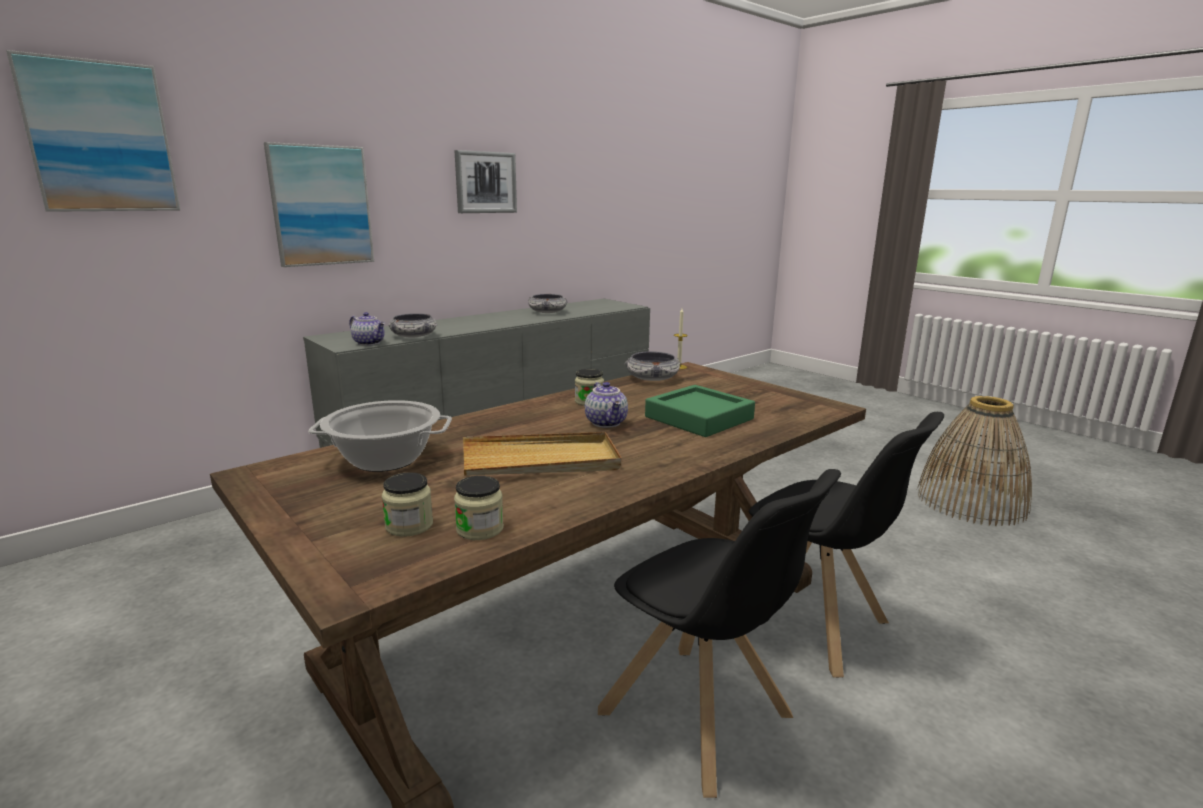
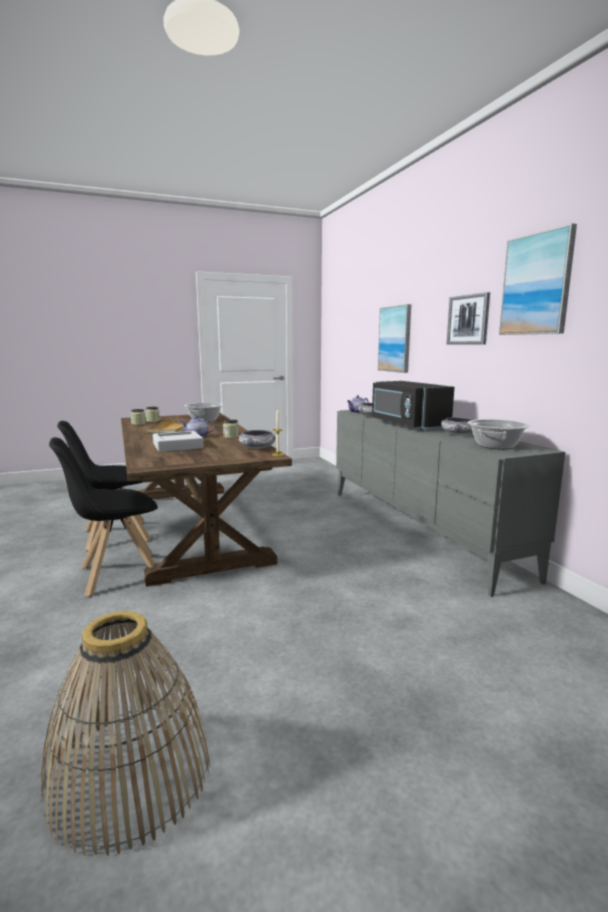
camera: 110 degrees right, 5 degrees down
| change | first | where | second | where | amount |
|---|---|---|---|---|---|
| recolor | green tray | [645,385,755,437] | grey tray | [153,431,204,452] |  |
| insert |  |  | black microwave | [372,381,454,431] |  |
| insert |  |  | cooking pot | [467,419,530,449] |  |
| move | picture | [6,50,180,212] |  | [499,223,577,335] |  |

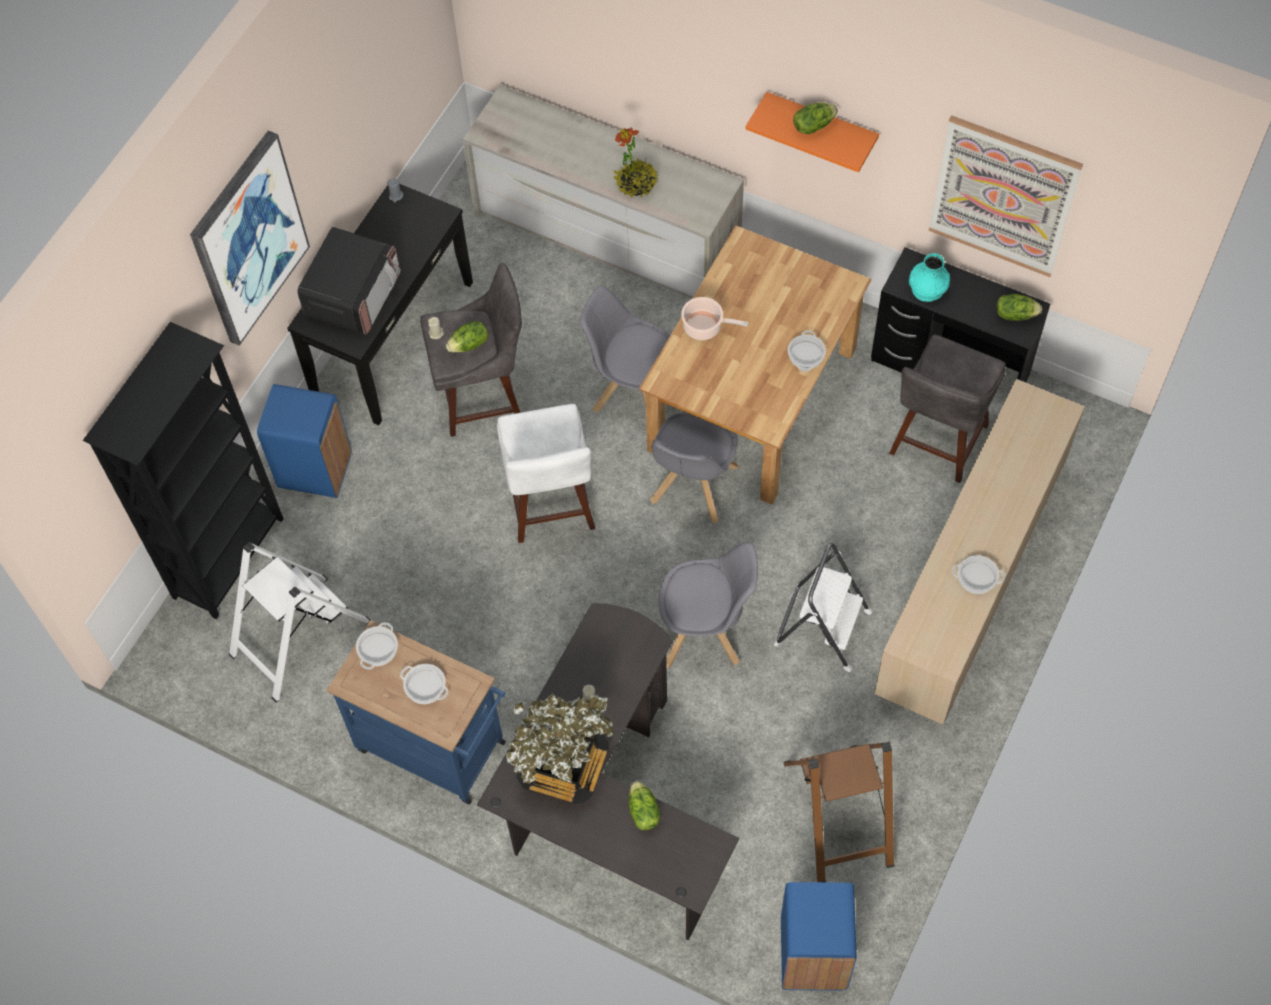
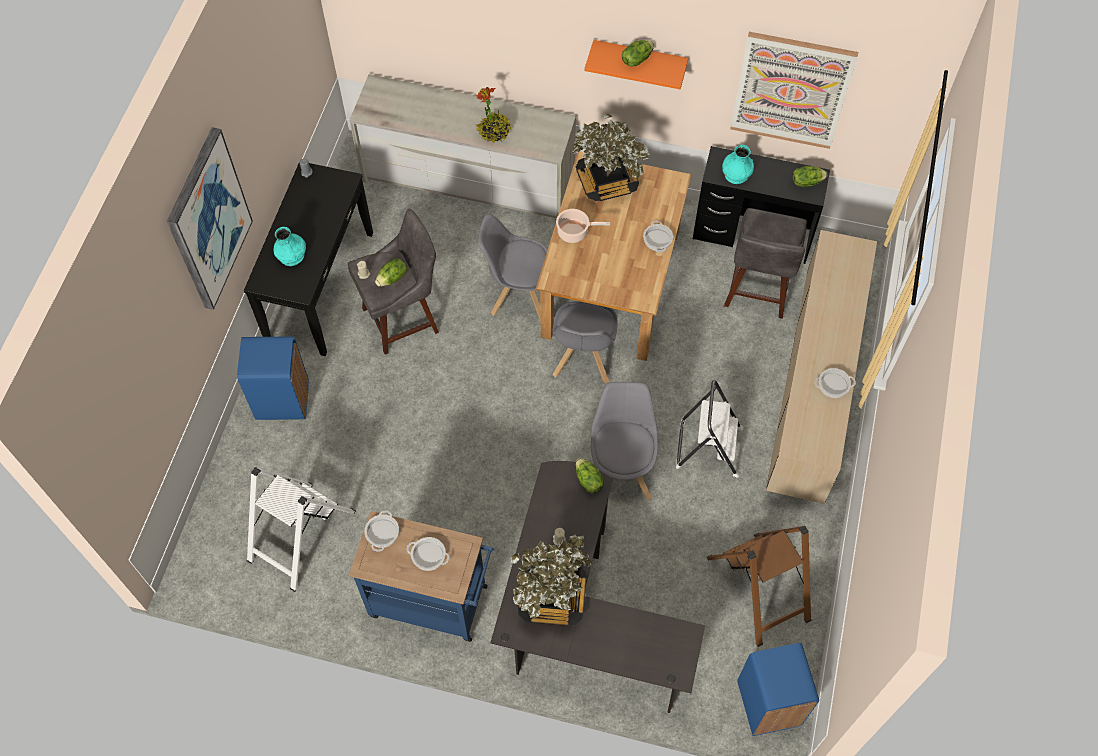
camera: 15 degrees left, 0 degrees up
| change | first | where | second | where | amount |
|---|---|---|---|---|---|
| replace | microwave | [297,227,401,335] | turquoise vase | [274,227,306,266] |  |
| insert |  |  | potted plant | [572,114,650,201] |  |
| move | lettuce | [629,781,660,830] |  | [576,458,604,493] |  |
| rotate | grey chair | [658,542,758,668] |  | [591,382,658,501] | 75 degrees counterclockwise |
| delete | black bookcase | [83,322,283,619] |  |  |  |
| delete | white stool | [497,404,595,543] |  |  |  |

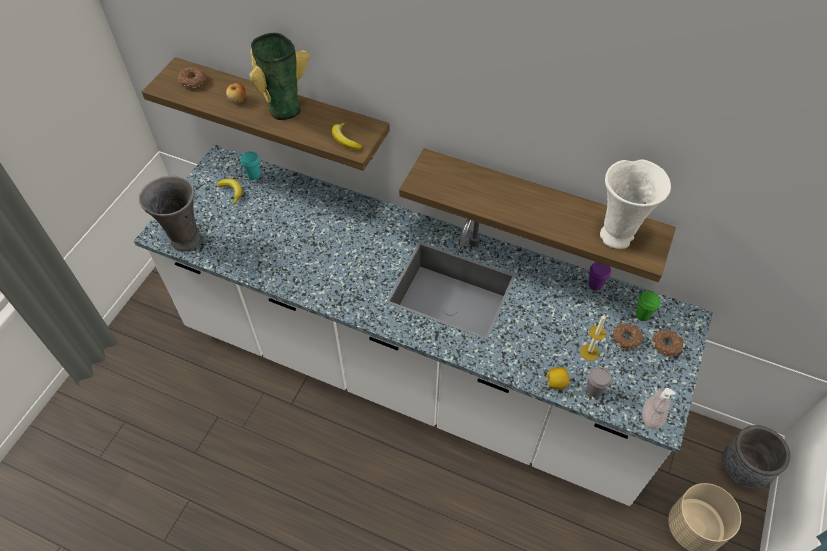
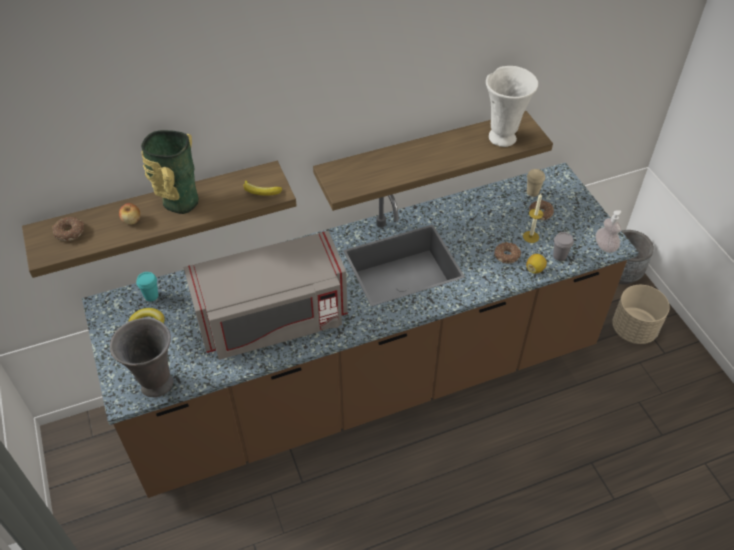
camera: 45 degrees left, 5 degrees down
| change | first | where | second | where | amount |
|---|---|---|---|---|---|
| recolor | white counter | [134,144,713,506] | brown counter | [82,162,639,498] |  |
| insert |  |  | grey microwave | [184,231,348,360] |  |
| move | donut | [653,330,684,356] |  | [494,242,521,264] |  |
| recolor | green cup | [635,291,660,321] | beige cup | [527,169,545,197] |  |
| delete | purple cup | [588,262,611,291] |  |  |  |

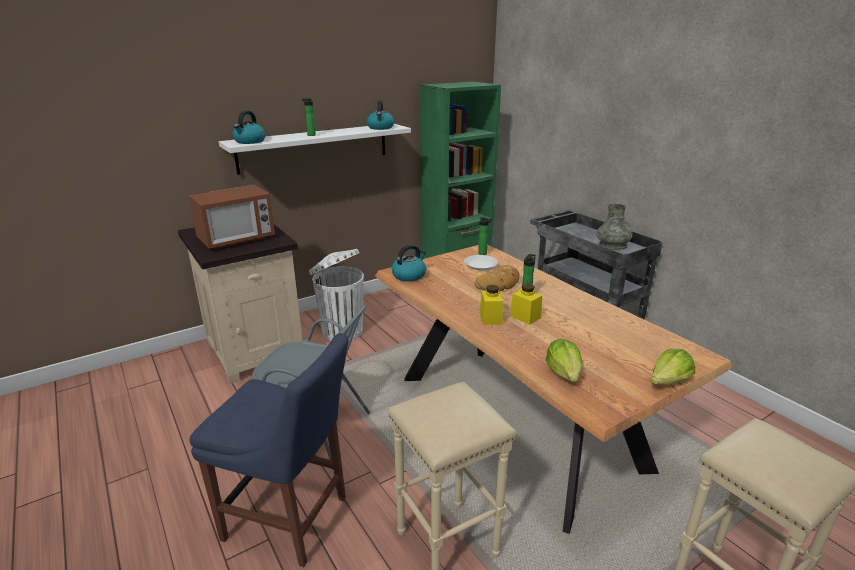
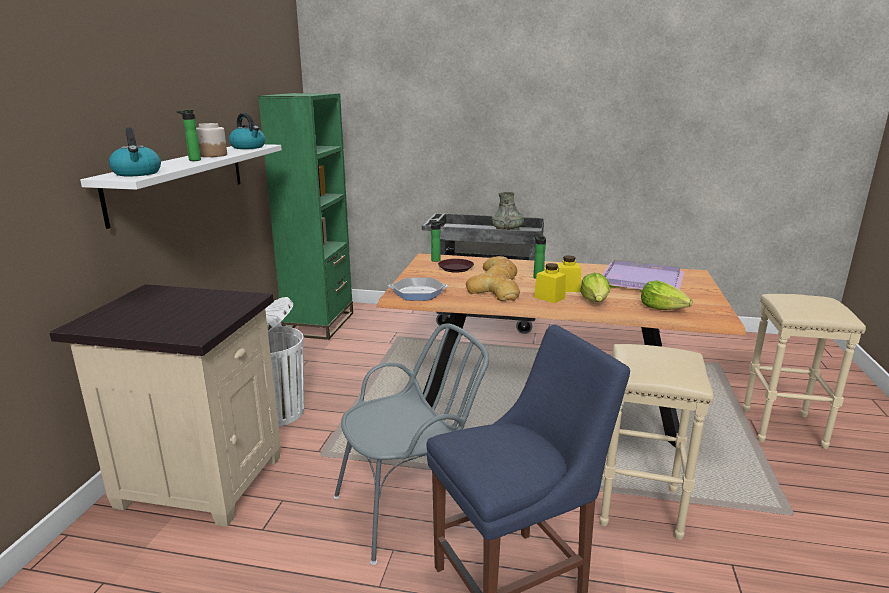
camera: 45 degrees left, 5 degrees down
| change | first | where | second | where | amount |
|---|---|---|---|---|---|
| insert |  |  | jar | [196,123,227,157] |  |
| replace | kettle | [392,245,426,282] | frying pan | [388,277,448,301] |  |
| recolor | white plate | [464,255,498,270] | brown plate | [438,259,474,273] |  |
| insert |  |  | bread | [466,273,520,301] |  |
| move | lettuce | [651,349,695,385] |  | [580,273,610,302] |  |
| insert |  |  | purple tray | [603,260,685,292] |  |
| delete | microwave | [188,185,275,249] |  |  |  |

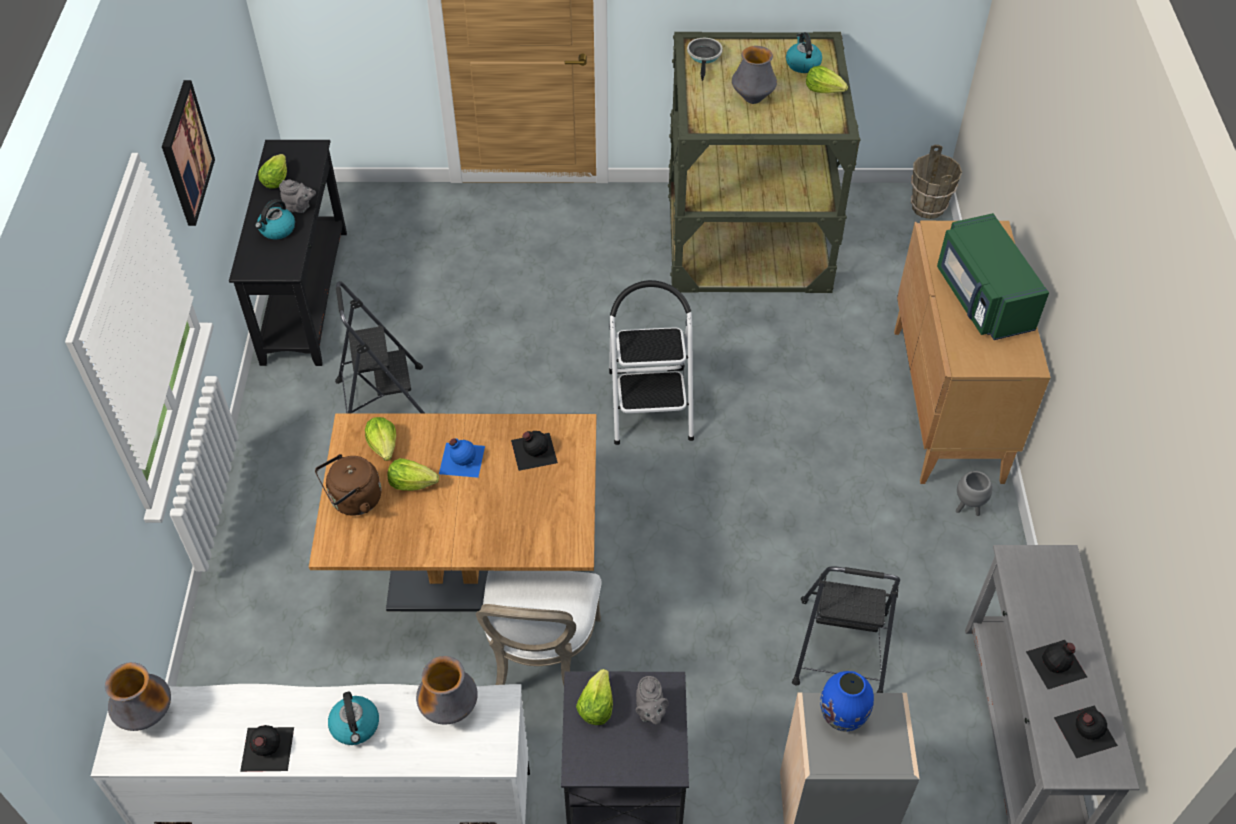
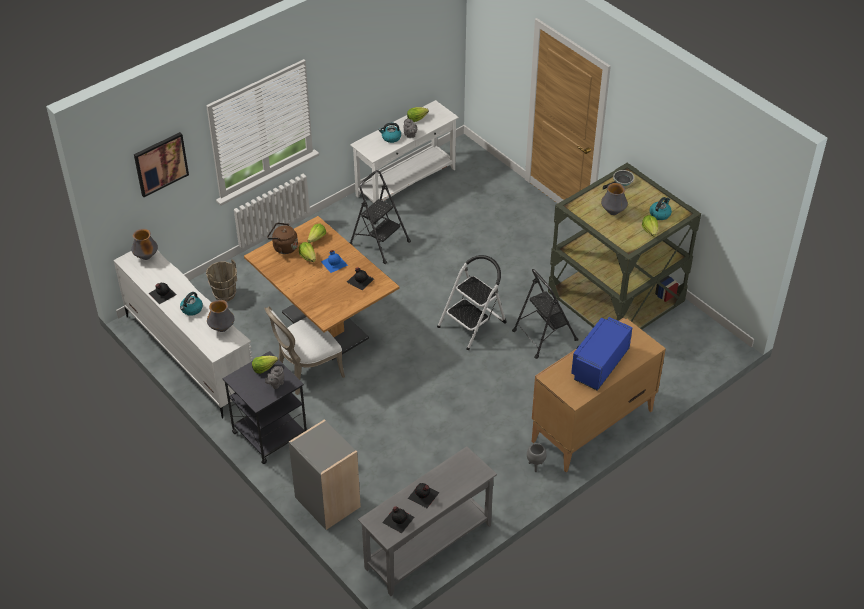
camera: 50 degrees right, 5 degrees down
| change | first | where | second | where | amount |
|---|---|---|---|---|---|
| move | picture | [162,80,215,226] |  | [134,132,189,197] |  |
| move | brown bucket | [911,145,962,219] |  | [206,259,237,302] |  |
| recolor | black console table | [229,140,347,366] | white console table | [350,100,459,203] |  |
| move | black step ladder | [792,567,900,693] |  | [512,269,579,359] |  |
| recolor | green microwave | [937,213,1049,340] | blue microwave | [571,317,633,391] |  |
| delete | blue vase | [820,671,874,732] |  |  |  |

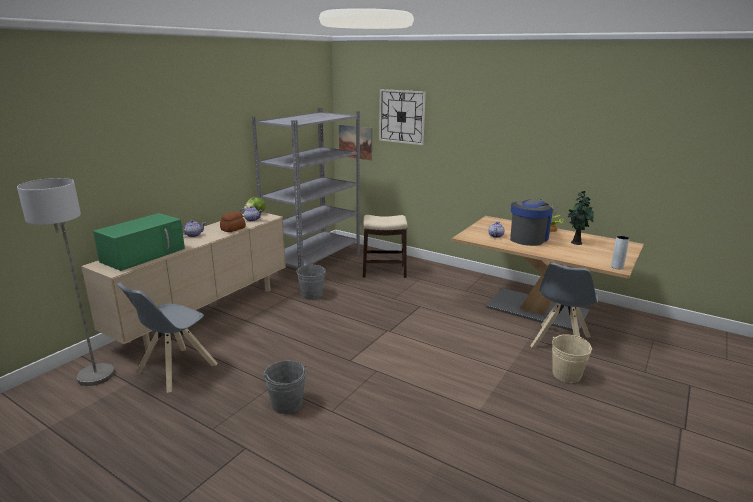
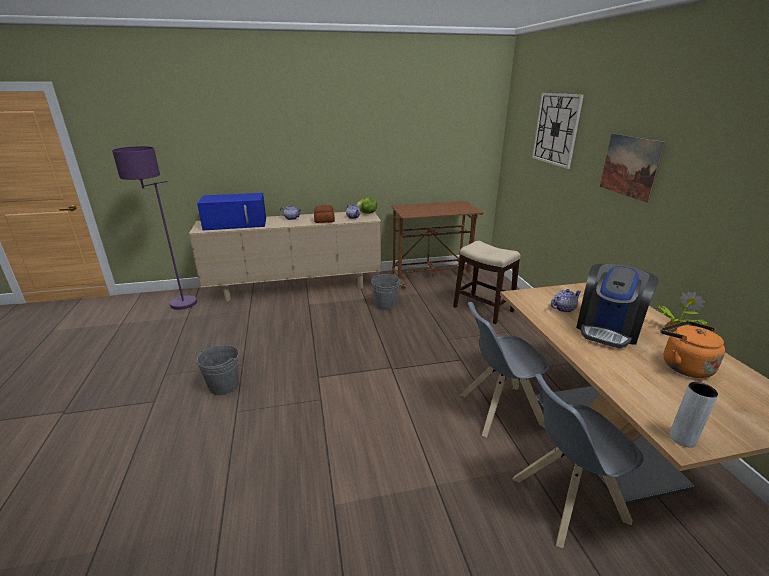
camera: 45 degrees right, 5 degrees up
| change | first | where | second | where | amount |
|---|---|---|---|---|---|
| recolor | grey floor lamp | [17,178,115,386] | purple floor lamp | [112,146,197,310] |  |
| recolor | green microwave | [93,213,185,271] | blue microwave | [197,193,266,230] |  |
| replace | grey bookcase | [252,108,360,269] | brown desk | [392,201,484,290] |  |
| move | grey chair | [117,282,217,393] |  | [461,302,551,437] |  |
| rotate | coffee machine | [510,198,553,246] |  | [576,264,659,349] | 135 degrees clockwise |
| move | picture | [339,125,372,161] |  | [600,133,666,203] |  |
| replace | potted plant | [568,191,594,245] | orange kettle | [661,321,725,378] |  |
| delete | beige bucket | [552,334,592,383] |  |  |  |

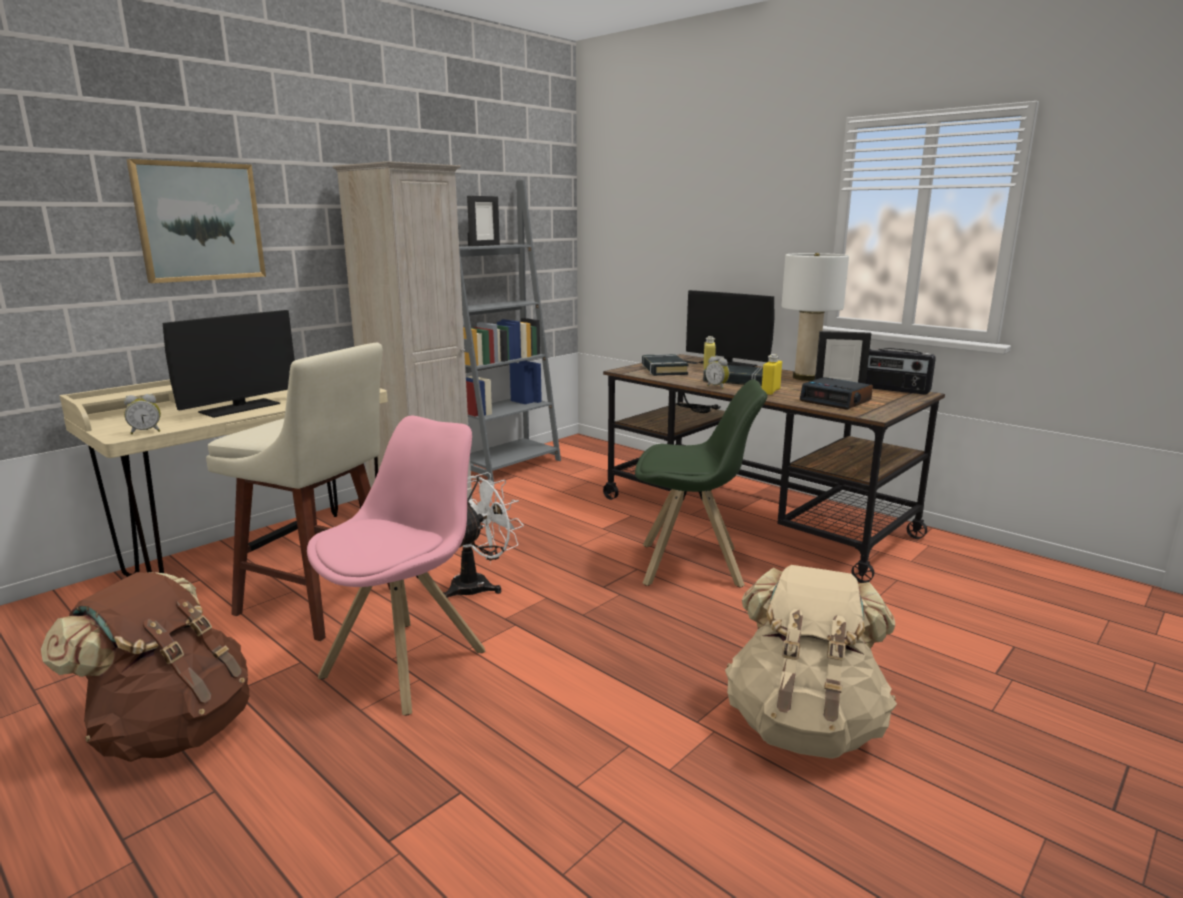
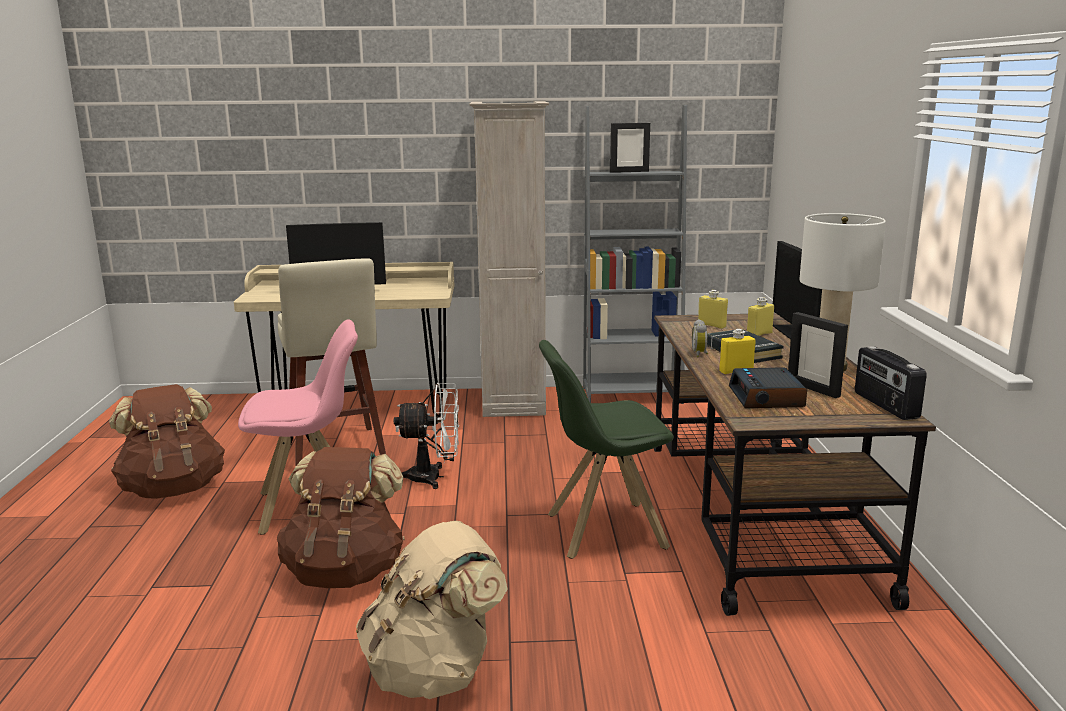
camera: 45 degrees right, 0 degrees up
| change | first | where | second | where | amount |
|---|---|---|---|---|---|
| insert |  |  | brown backpack | [277,447,405,588] |  |
| rotate | green chair | [635,379,767,587] |  | [539,340,674,559] | 120 degrees clockwise |
| replace | black book | [642,354,689,376] | yellow bottle | [698,290,728,329] |  |
| delete | alarm clock | [124,394,161,434] |  |  |  |
| delete | picture | [126,159,266,283] |  |  |  |

